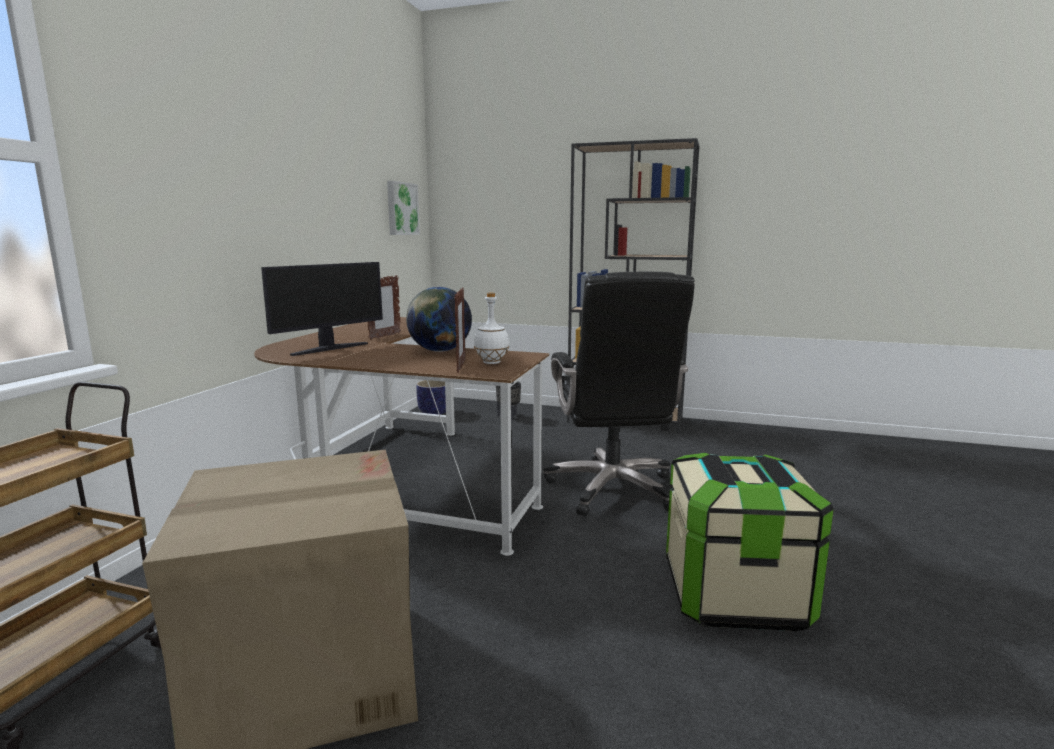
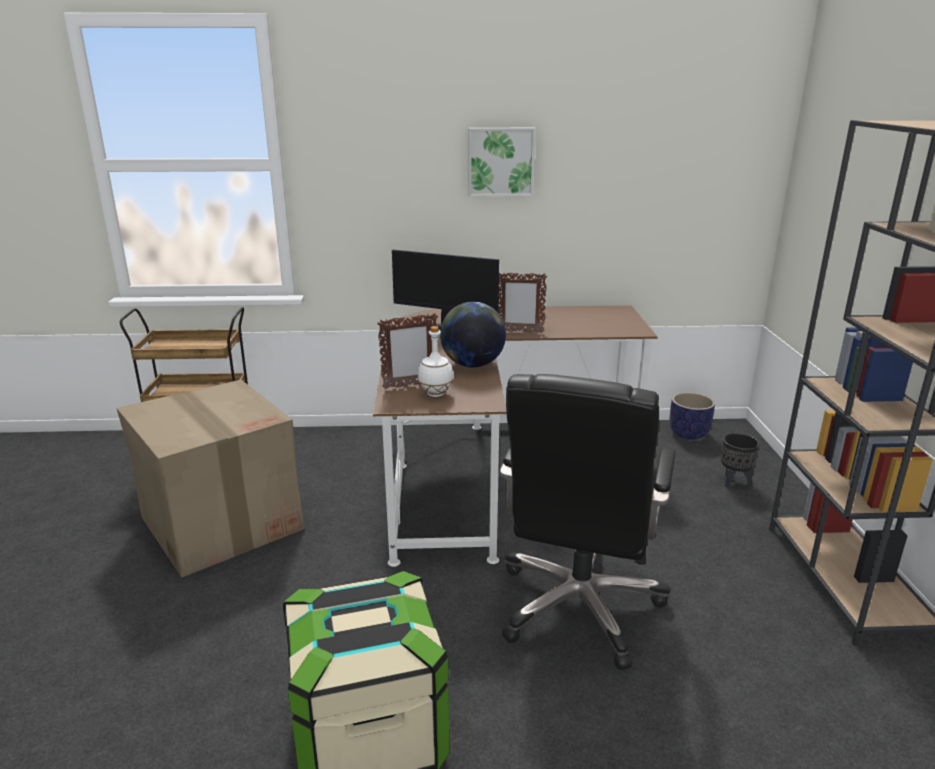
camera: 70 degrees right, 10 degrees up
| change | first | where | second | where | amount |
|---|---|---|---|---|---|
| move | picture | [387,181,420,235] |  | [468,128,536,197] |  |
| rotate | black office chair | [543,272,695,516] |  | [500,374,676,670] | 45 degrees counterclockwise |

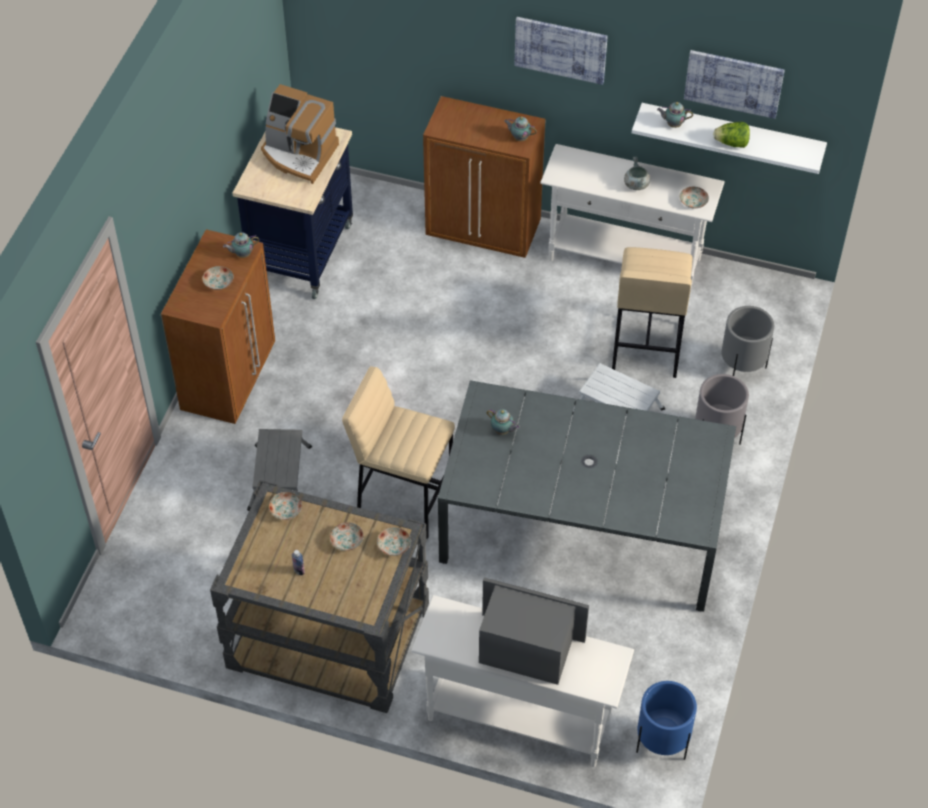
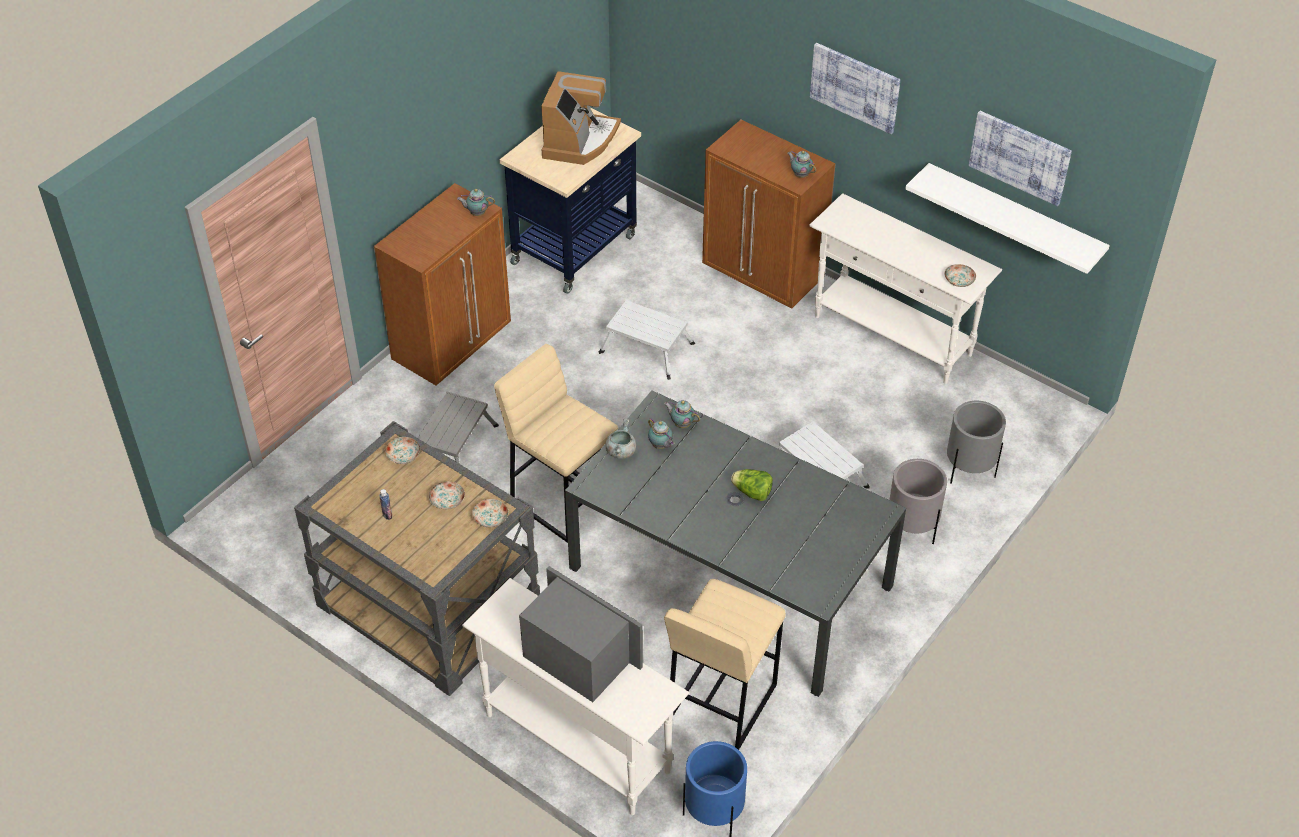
camera: 20 degrees right, 5 degrees down
| change | first | where | second | where | amount |
|---|---|---|---|---|---|
| rotate | coffee machine | [261,84,339,184] |  | [541,71,621,165] | 120 degrees counterclockwise |
| insert |  |  | white step ladder | [599,300,695,380] |  |
| move | grey cooking pot | [624,157,650,190] |  | [605,419,636,459] |  |
| move | teapot | [657,102,693,128] |  | [664,400,700,428] |  |
| move | beige stool | [612,247,692,378] |  | [664,579,786,750] |  |
| move | lettuce | [713,122,750,148] |  | [731,469,773,501] |  |
| delete | plate | [202,266,234,290] |  |  |  |

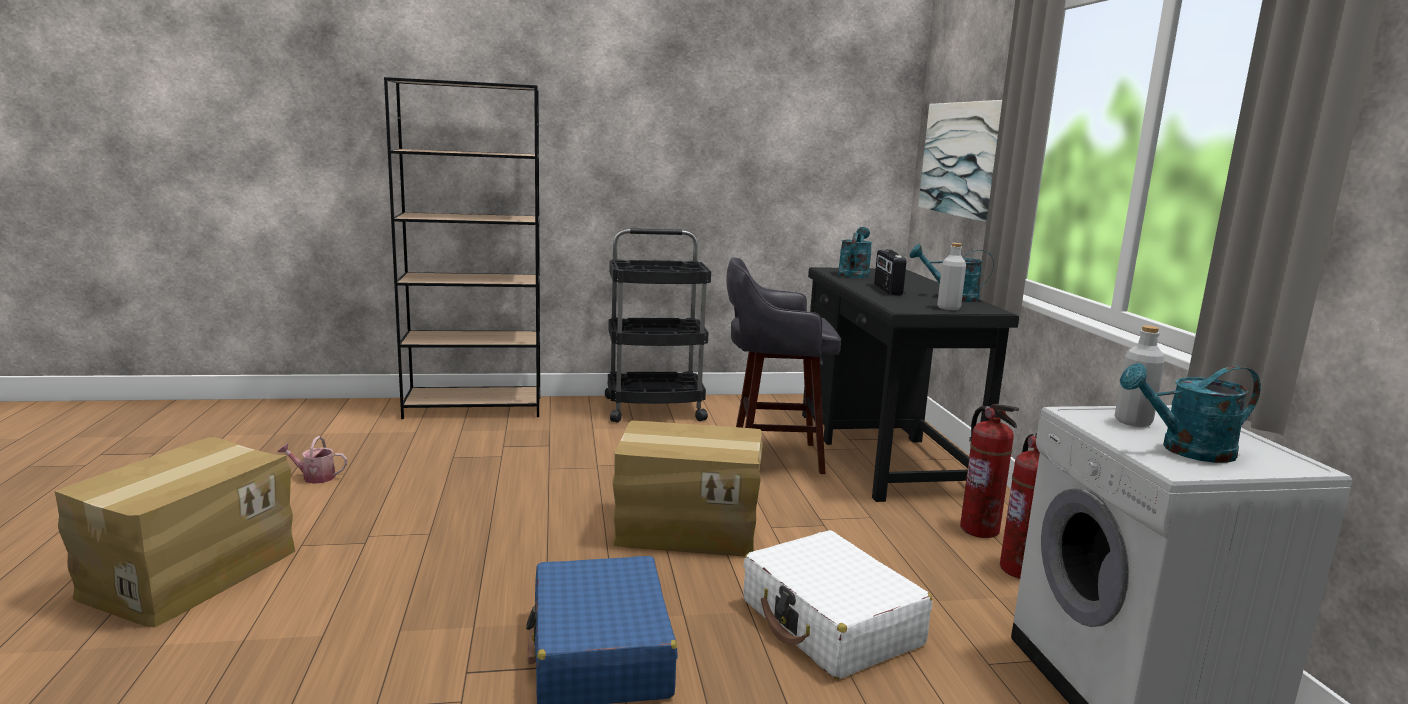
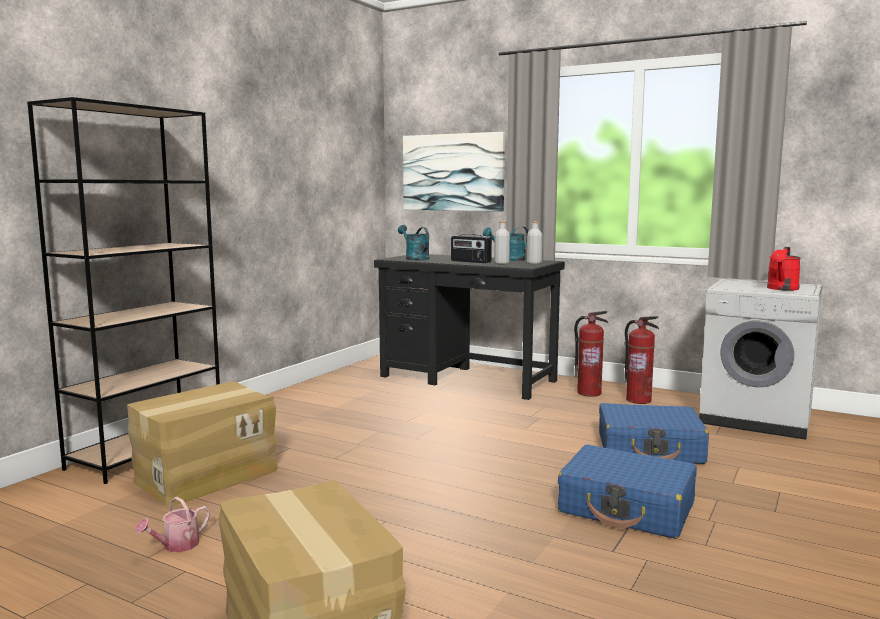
camera: 50 degrees left, 5 degrees down
| change | first | where | second | where | amount |
|---|---|---|---|---|---|
| move | cardboard box | [612,421,763,556] |  | [127,382,277,506] |  |
| move | grey bottle | [1115,325,1165,427] |  | [494,221,510,265] |  |
| recolor | white suitcase | [743,530,932,679] | blue suitcase | [599,403,709,464] |  |
| recolor | turquoise watering can | [1120,363,1261,463] | red watering can | [767,247,801,291] |  |
| delete | black cart | [605,228,711,423] |  |  |  |
| delete | grey stool | [726,257,841,474] |  |  |  |

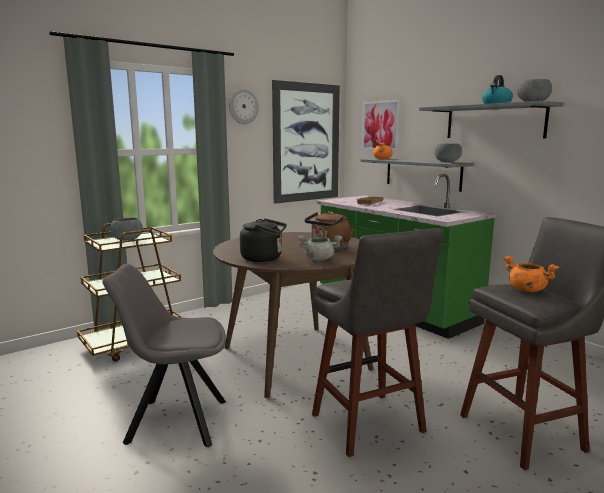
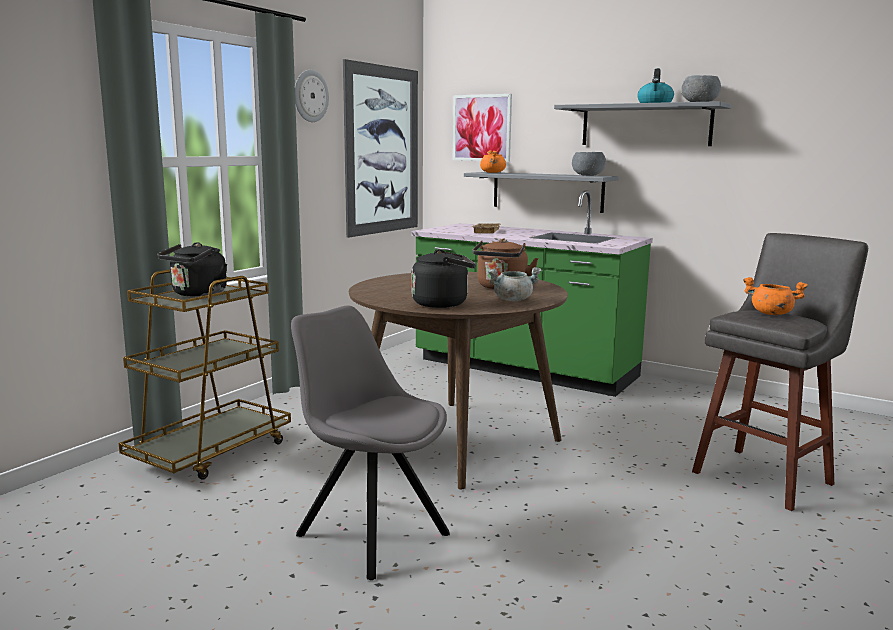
camera: 20 degrees left, 0 degrees up
| change | first | where | second | where | amount |
|---|---|---|---|---|---|
| replace | grey bowl | [110,217,143,241] | black kettle | [158,242,227,297] |  |
| rotate | grey chair | [103,263,226,447] |  | [291,305,450,580] | 60 degrees clockwise |
| delete | grey stool | [312,228,443,457] |  |  |  |

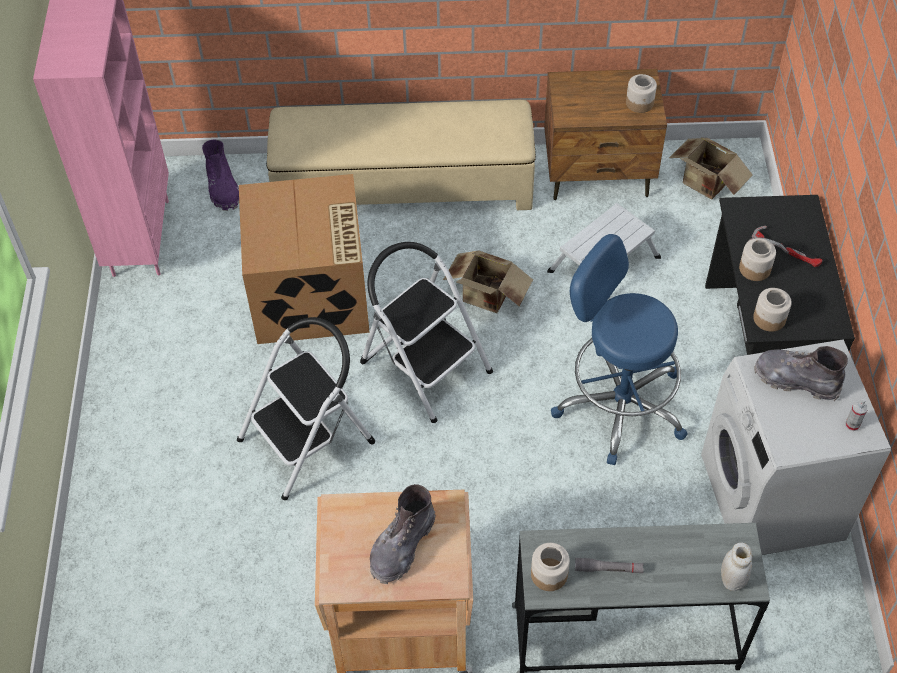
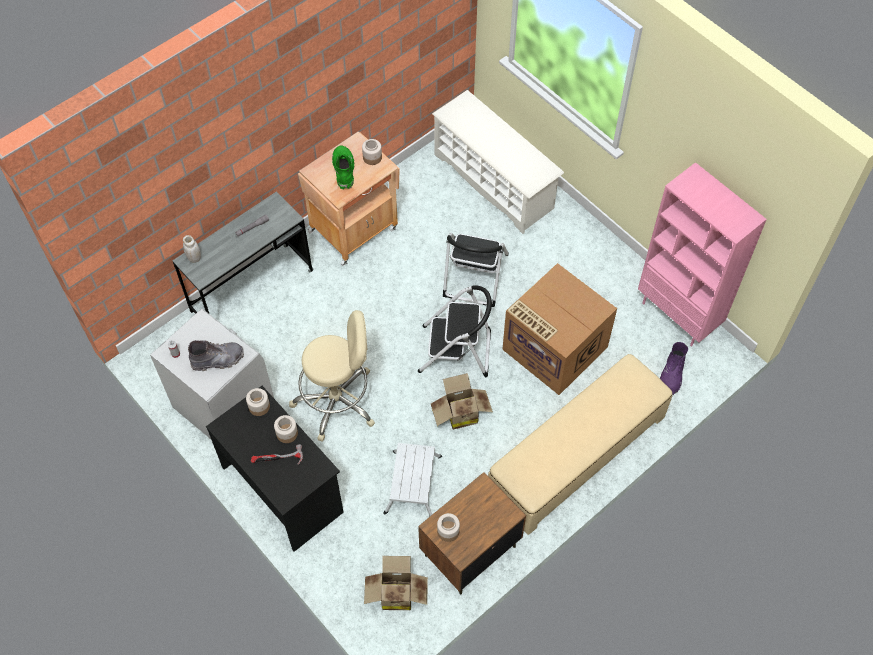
camera: 140 degrees right, 5 degrees up
| change | first | where | second | where | amount |
|---|---|---|---|---|---|
| recolor | blue stool | [551,234,688,465] | beige stool | [289,310,375,442] |  |
| recolor | grey boot | [370,484,436,584] | green boot | [332,146,354,190] |  |
| move | jar | [531,543,570,591] |  | [362,139,382,165] |  |
| insert |  |  | white shoe rack | [432,90,564,234] |  |
| rotate | purple boot | [202,140,239,211] |  | [660,342,688,395] | 105 degrees counterclockwise |

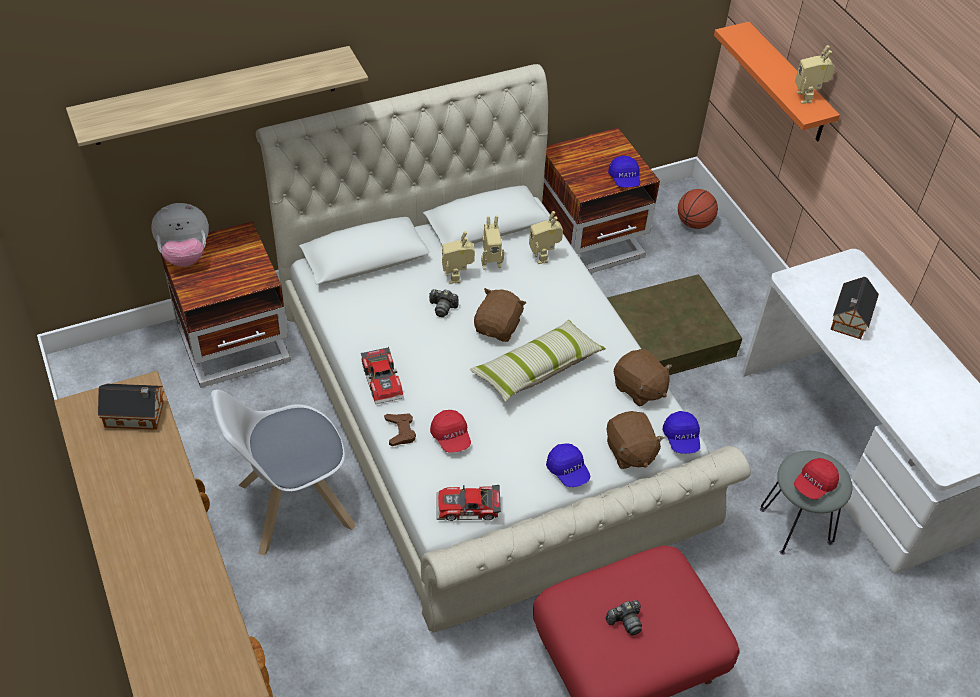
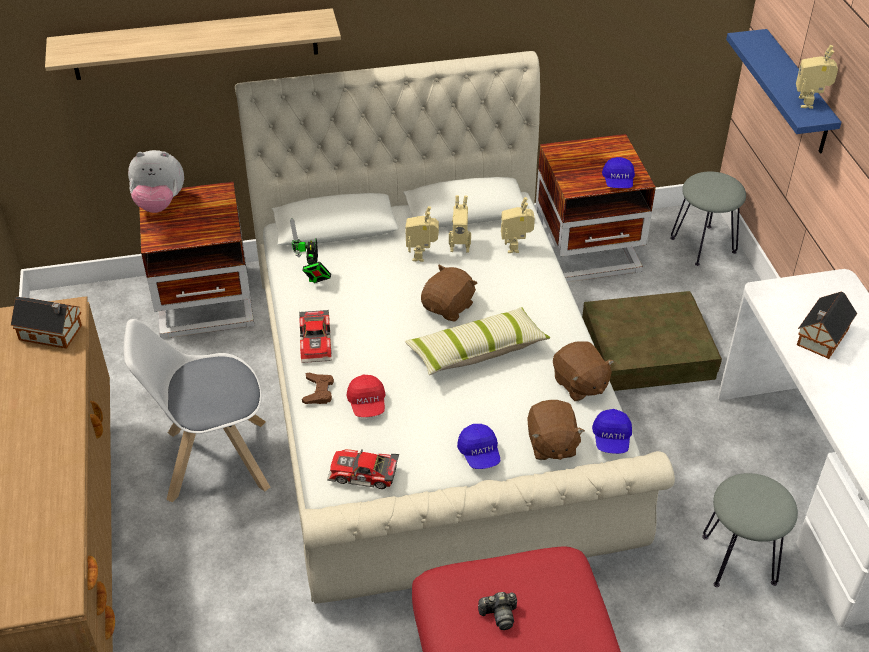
camera: 15 degrees right, 5 degrees down
| change | first | where | second | where | amount |
|---|---|---|---|---|---|
| insert |  |  | toy robot | [290,218,331,283] |  |
| replace | basketball | [678,189,718,229] | grey stool | [670,171,746,266] |  |
| recolor | orange shelf | [714,22,840,142] | blue shelf | [726,29,842,153] |  |
| delete | photo camera | [429,289,458,317] |  |  |  |
| delete | red cap | [794,458,839,500] |  |  |  |

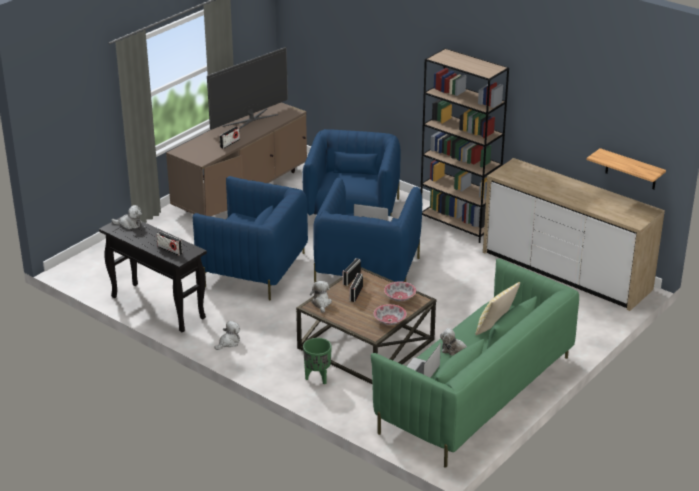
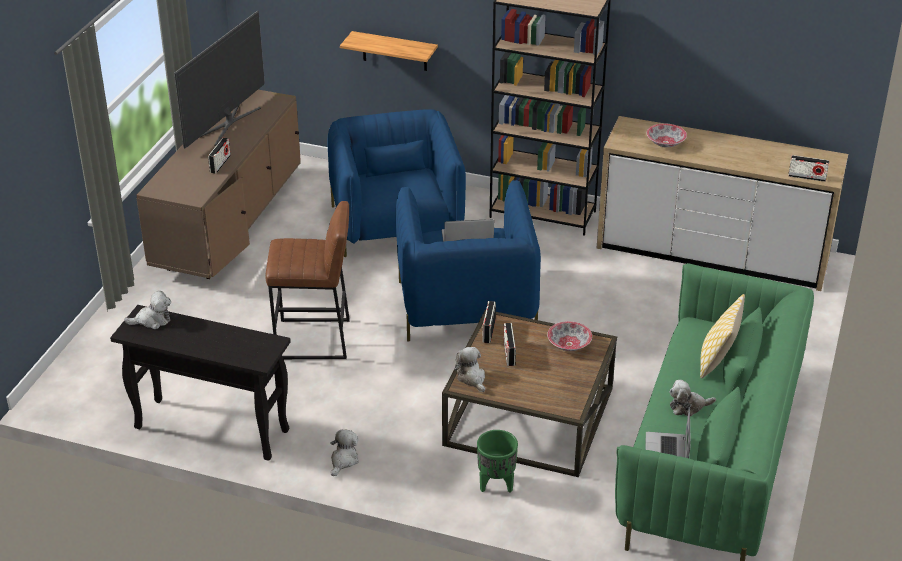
camera: 20 degrees left, 5 degrees up
| change | first | where | second | where | amount |
|---|---|---|---|---|---|
| replace | blue armchair | [193,176,308,301] | brown stool | [266,201,350,359] |  |
| move | shelf | [586,148,666,189] |  | [340,31,438,71] |  |
| move | bowl | [374,304,407,325] |  | [646,123,687,147] |  |
| move | radio | [157,231,182,256] |  | [788,155,829,182] |  |

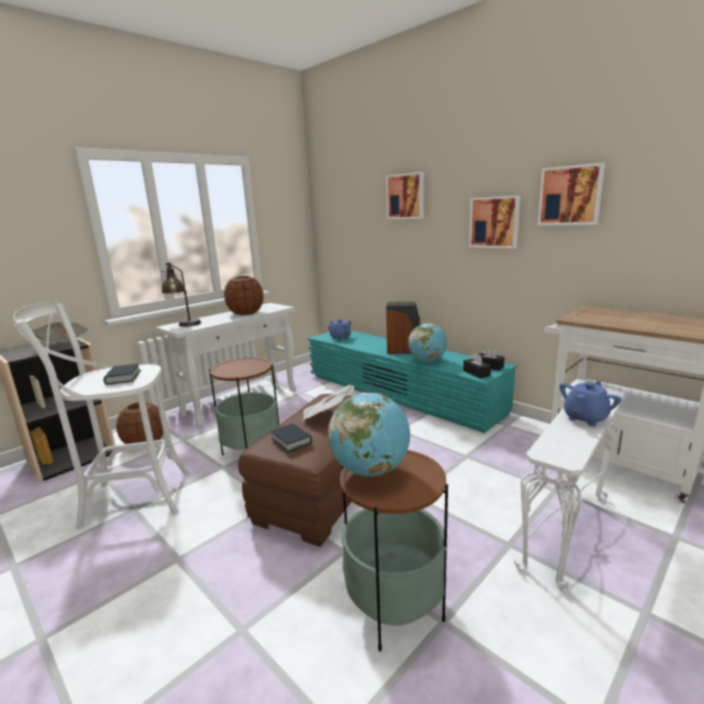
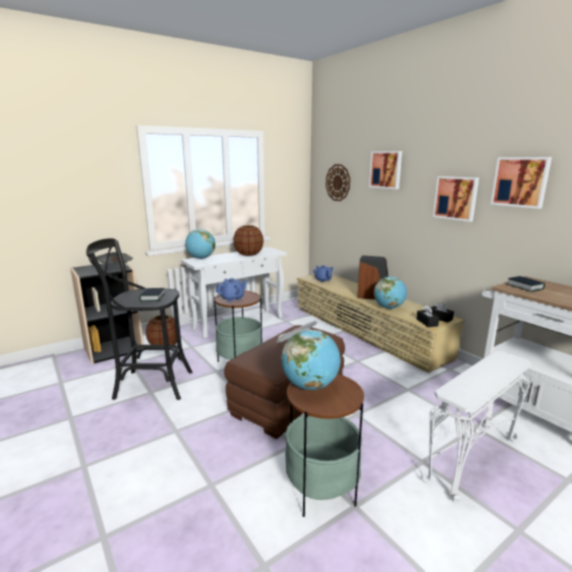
camera: 10 degrees right, 0 degrees up
| change | first | where | second | where | amount |
|---|---|---|---|---|---|
| recolor | white stool | [13,301,190,529] | black stool | [86,238,193,400] |  |
| replace | table lamp | [161,262,201,327] | globe | [185,229,215,259] |  |
| move | blue teapot | [559,381,621,426] |  | [216,278,247,302] |  |
| recolor | turquoise tv stand | [308,331,517,433] | beige tv stand | [297,274,465,373] |  |
| insert |  |  | wall clock | [326,164,350,201] |  |
| move | book | [271,423,312,452] |  | [507,276,545,292] |  |

